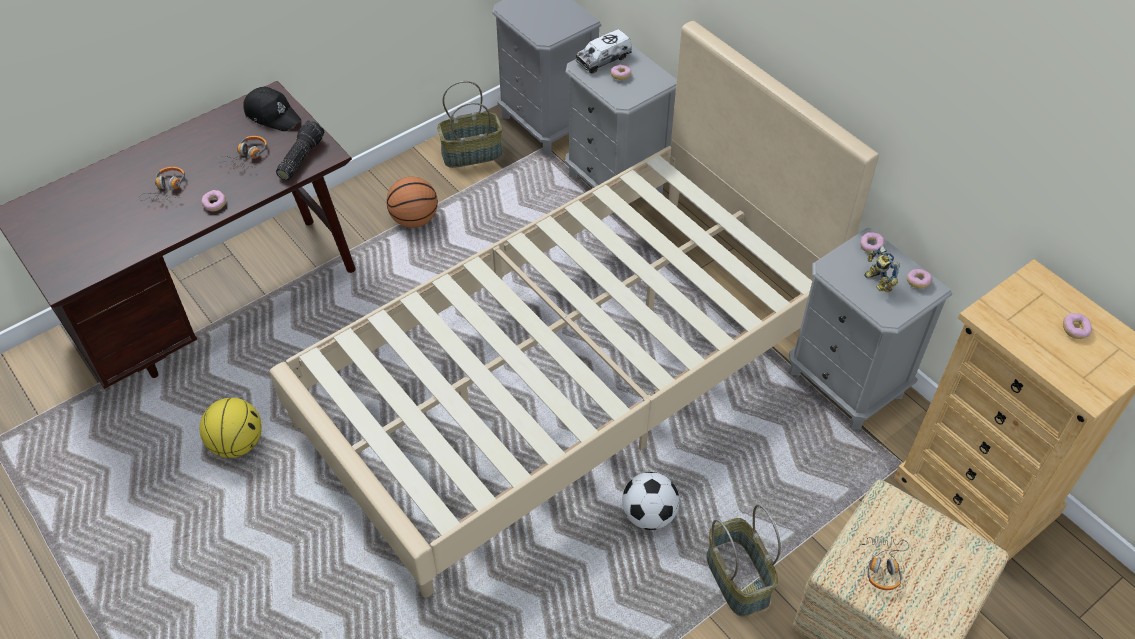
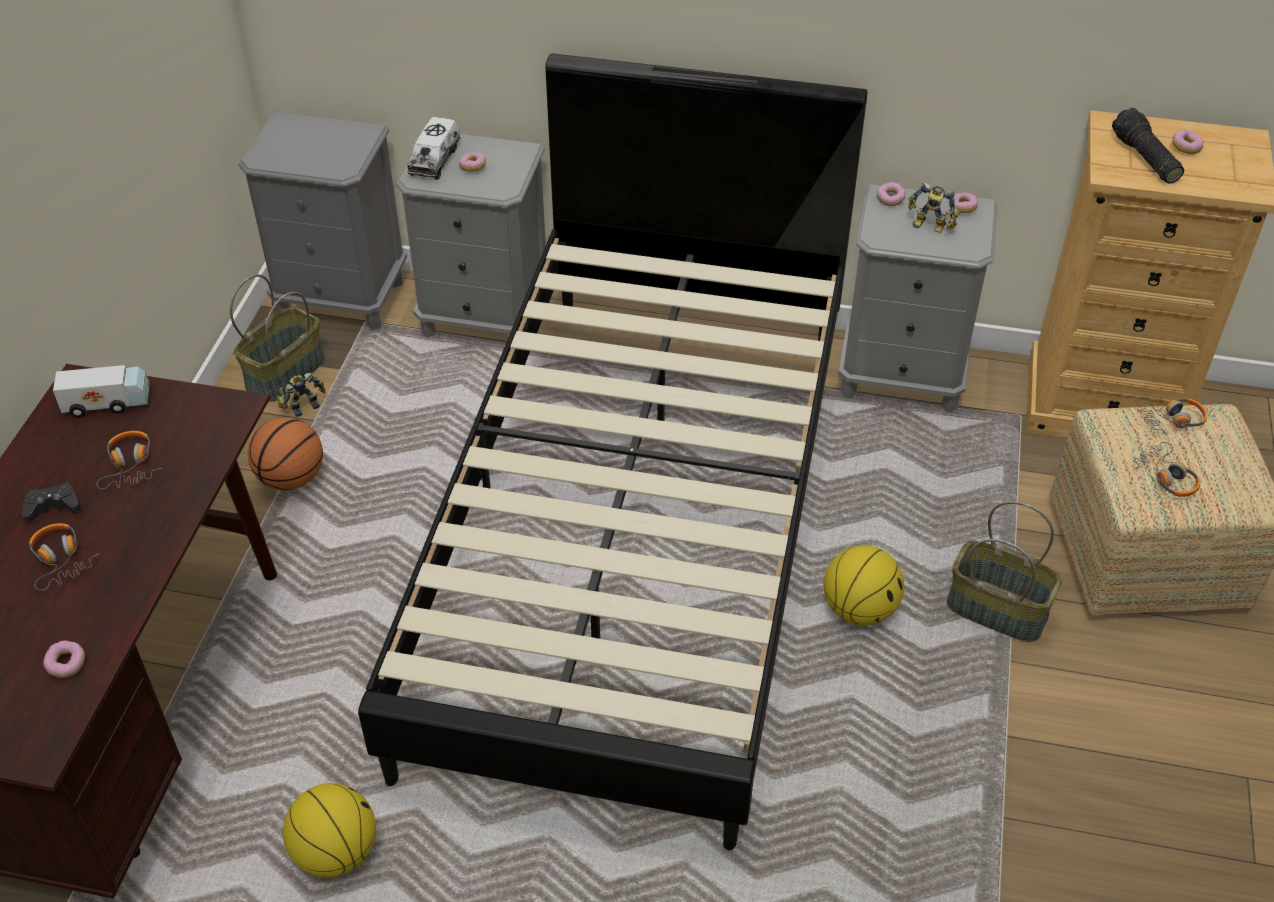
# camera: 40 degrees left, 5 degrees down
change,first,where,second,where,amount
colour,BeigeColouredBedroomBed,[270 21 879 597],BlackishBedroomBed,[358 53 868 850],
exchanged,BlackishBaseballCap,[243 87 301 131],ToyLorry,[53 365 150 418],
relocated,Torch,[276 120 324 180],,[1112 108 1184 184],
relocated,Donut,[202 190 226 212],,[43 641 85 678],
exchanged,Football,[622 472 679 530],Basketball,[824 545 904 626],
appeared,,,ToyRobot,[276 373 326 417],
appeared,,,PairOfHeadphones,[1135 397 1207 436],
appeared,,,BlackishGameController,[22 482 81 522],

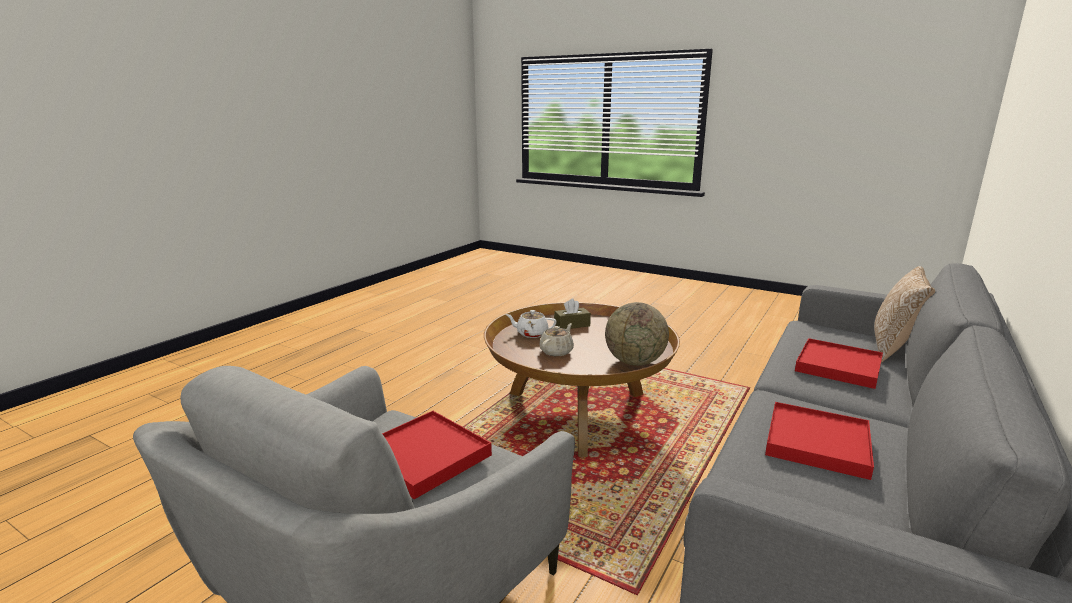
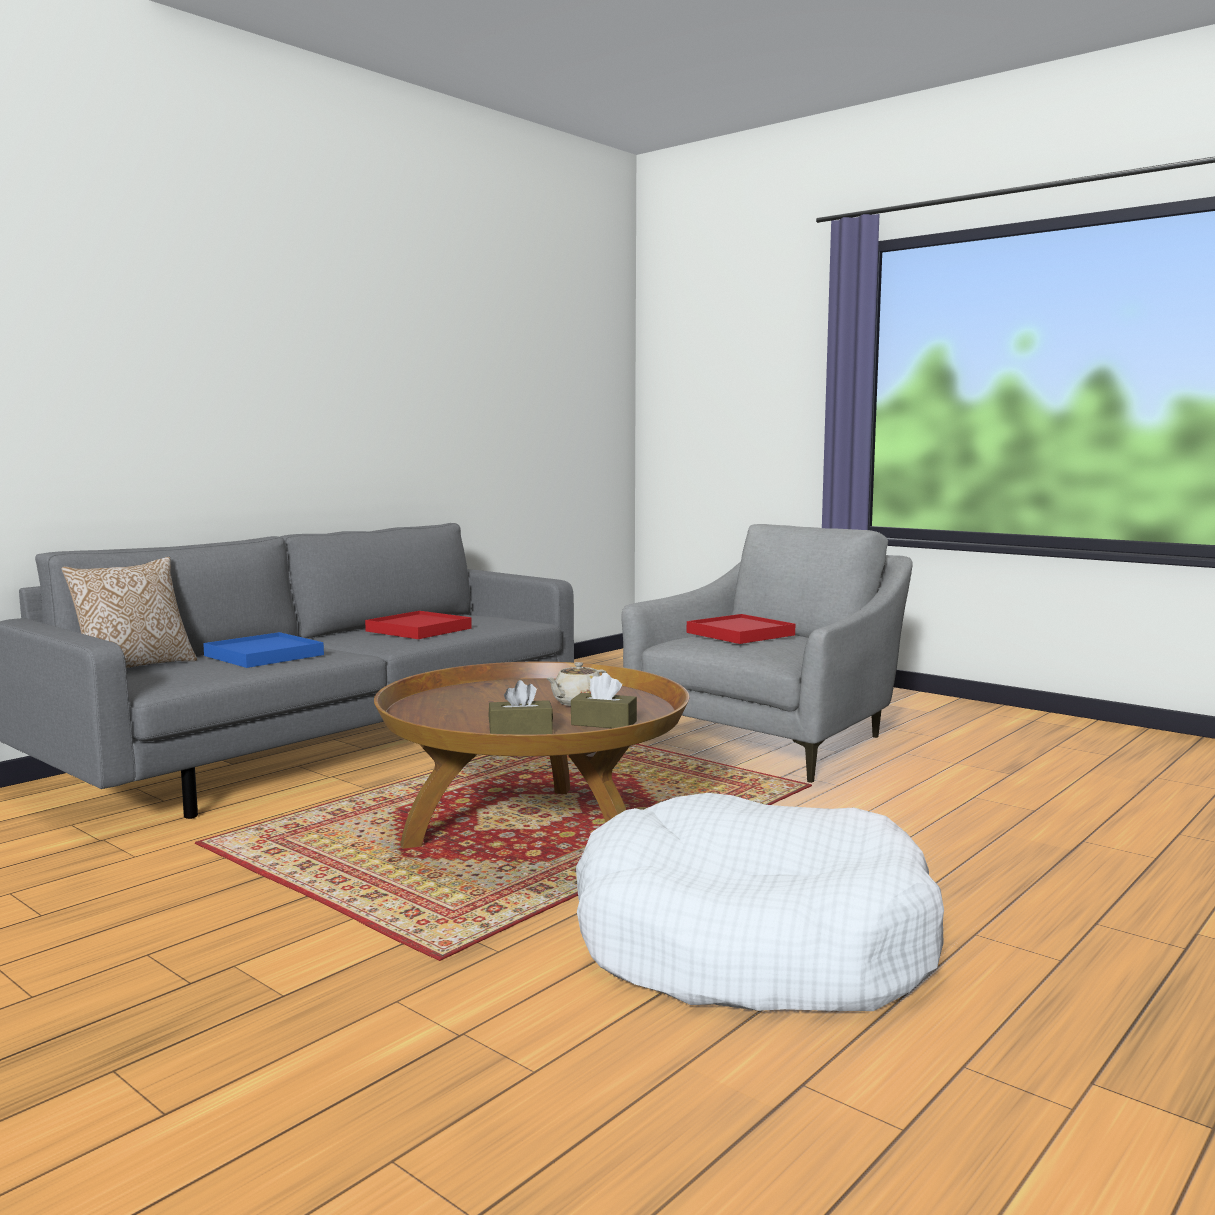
# camera: 170 degrees left, 10 degrees down
change,first,where,second,where,amount
missing,Globe,[605 302 669 366],,,
exchanged,WhitishTeapot,[505 310 557 338],BrownColouredTissueHolder,[571 673 637 728],
colour,ReddishServingTray,[795 338 883 389],BluishServingTray,[203 632 324 668],
appeared,,,WhitishDogCushion,[576 793 944 1011],

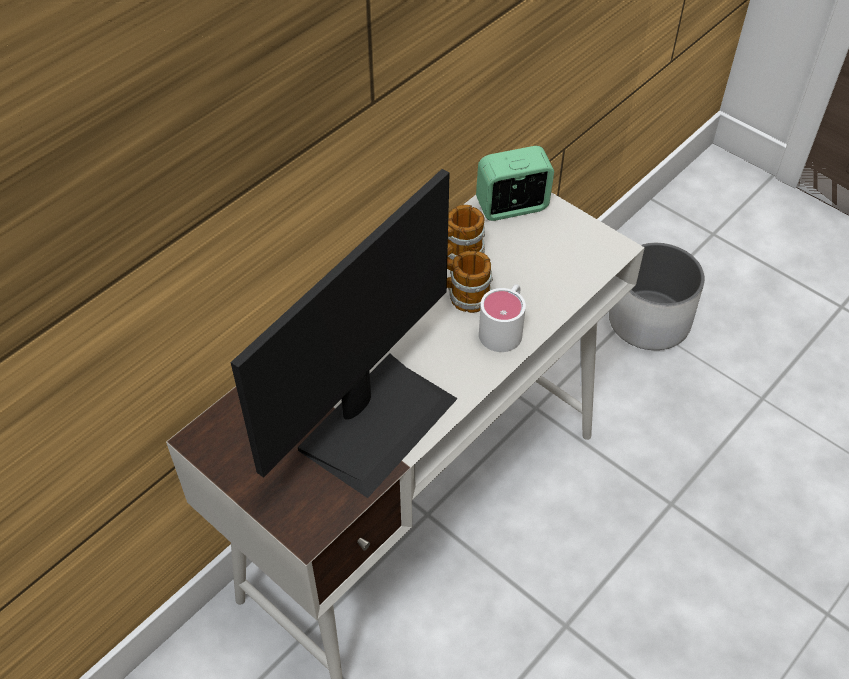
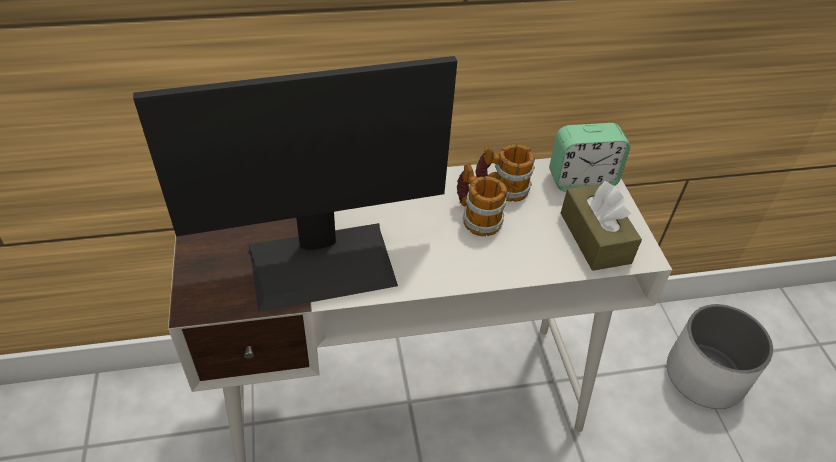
# camera: 35 degrees right, 5 degrees down
change,first,where,second,where,amount
spun,BedsideClock,[476 146 554 221],,[549 123 631 191],150 degrees clockwise
missing,WhitishMug,[479 284 526 352],,,
appeared,,,BrownColouredTissueHolder,[561 180 642 271],

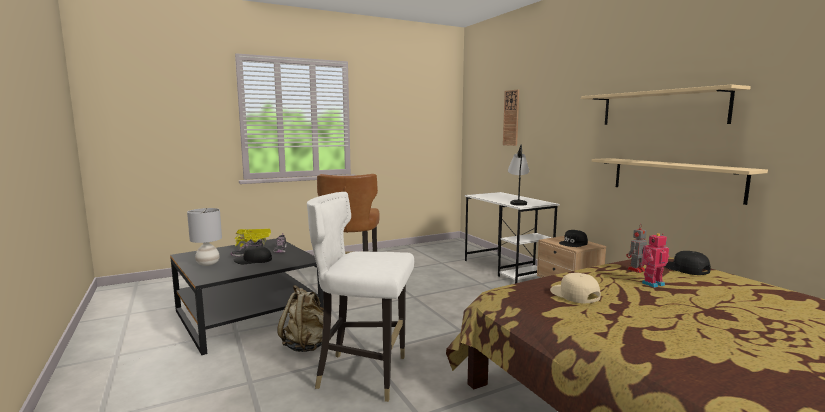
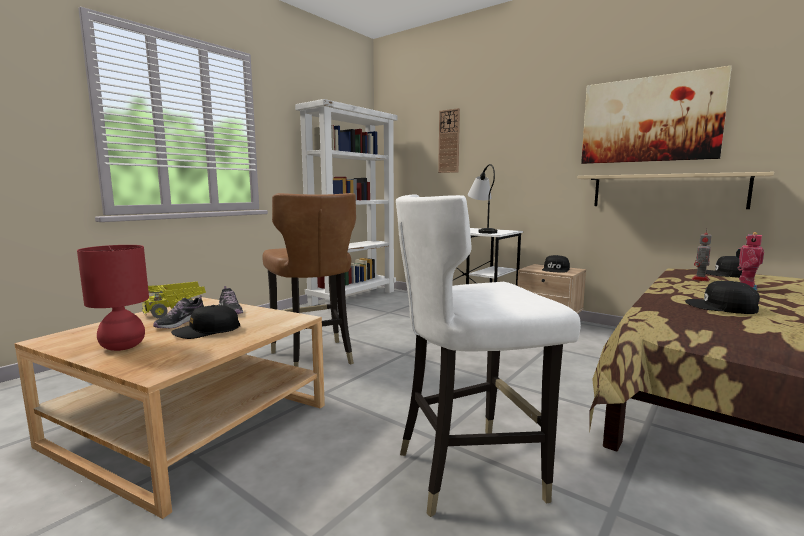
# camera: 25 degrees left, 0 degrees up
change,first,where,second,where,amount
exchanged,BeigeColouredShelf,[581 85 751 125],Picture,[581 66 732 164],
colour,GreyishLampForATable,[187 208 222 266],ReddishLampForATable,[77 245 149 351],
colour,BlackishLoungeTable,[170 238 324 355],BeigeColouredLoungeTable,[14 297 325 519],
colour,BeigeColouredBaseballCap,[550 273 601 304],BlackishBaseballCap,[685 281 760 314],
missing,BeigeColouredKnapsack,[277 285 324 352],,,
appeared,,,WhitishBookcase,[295 99 397 310],

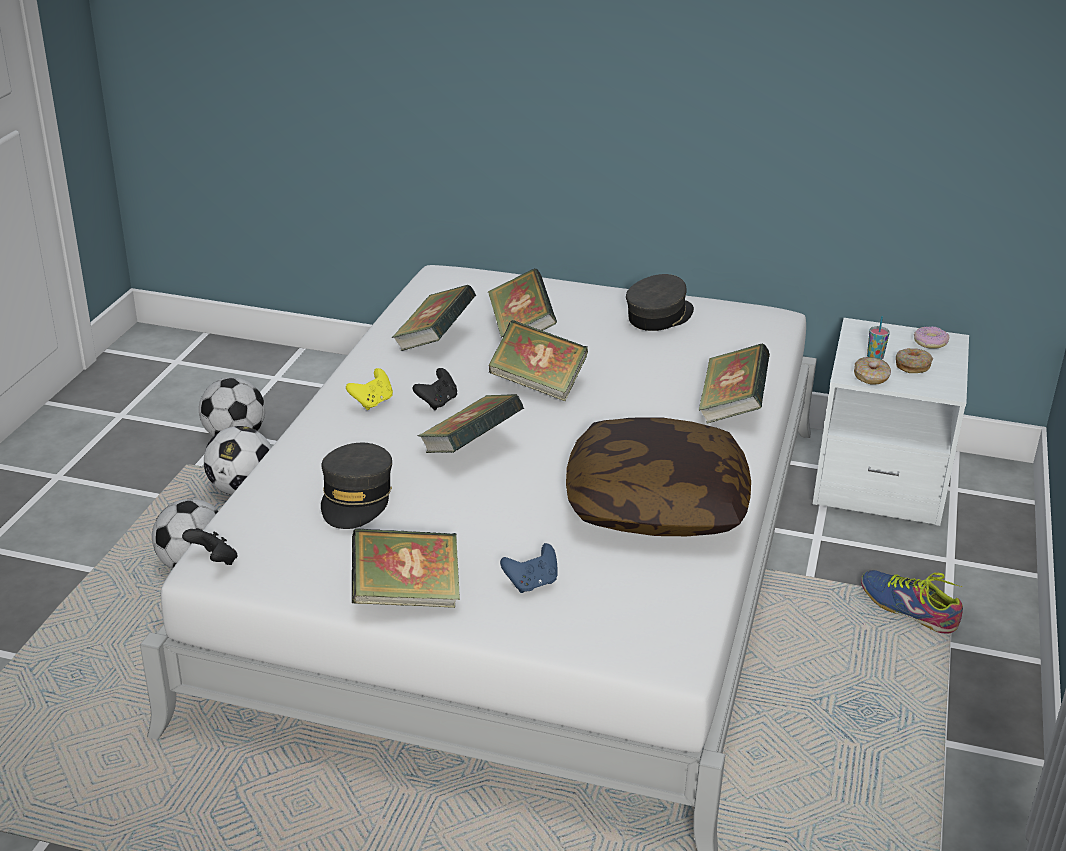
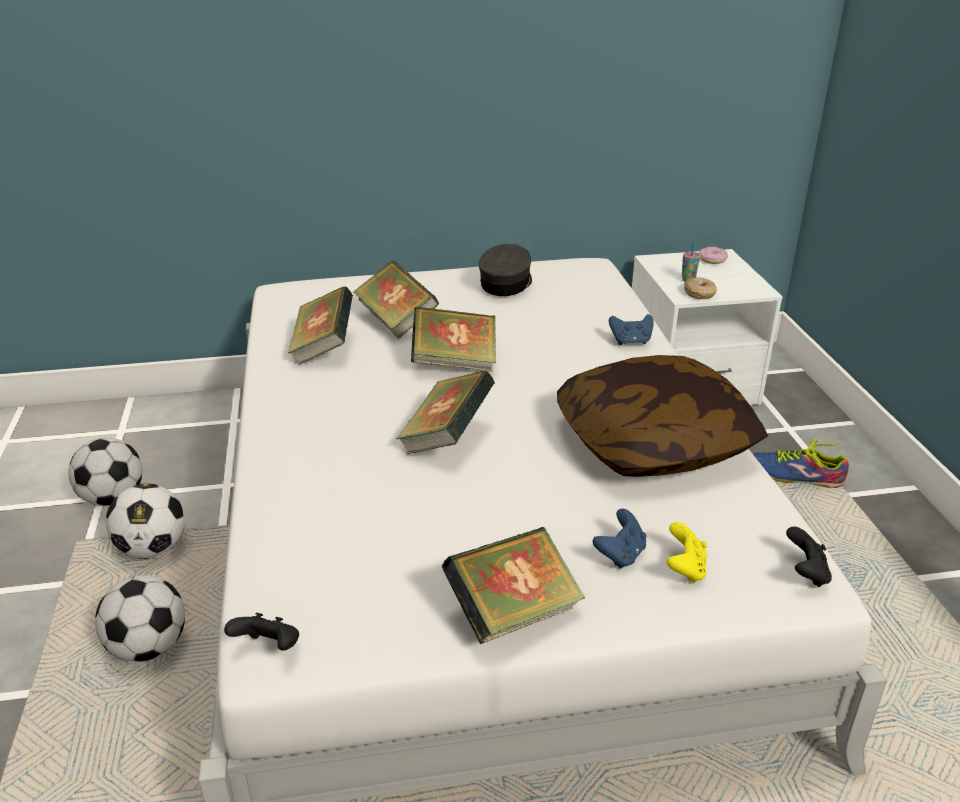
# camera: 25 degrees left, 0 degrees up
change,first,where,second,where,amount
exchanged,BoundBook,[698 344 770 424],BluishGameController,[609 314 653 345],
missing,Donut,[896 348 933 373],,,
relocated,YellowGameController,[346 368 393 410],,[666 522 707 583],
relocated,BlackishGameController,[412 368 457 410],,[786 527 832 587],
missing,GreyishBaseballCap,[321 443 392 529],,,

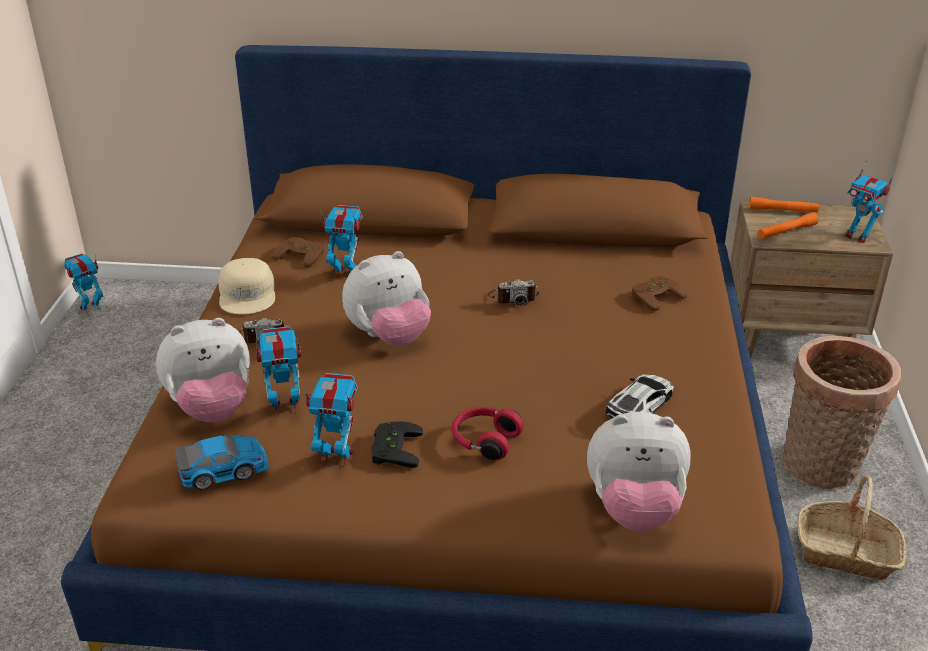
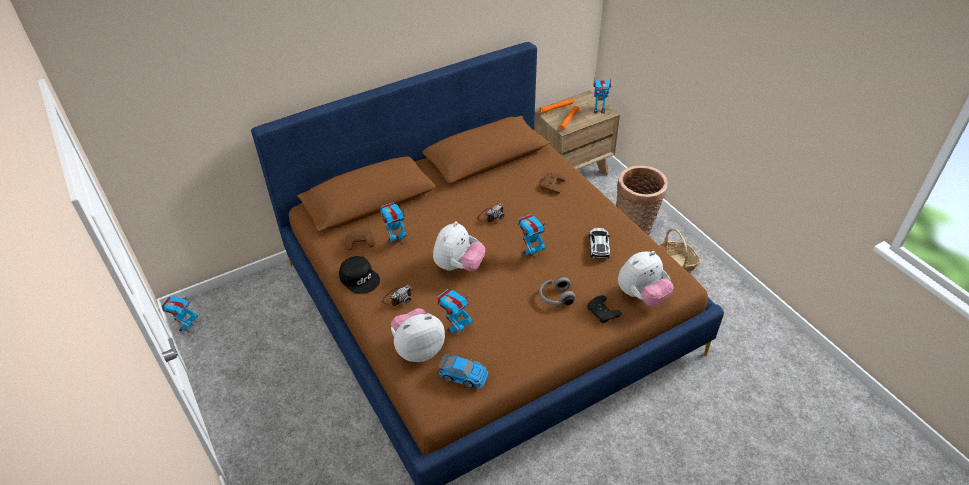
# camera: 35 degrees left, 10 degrees up
change,first,where,second,where,amount
colour,BeigeColouredBaseballCap,[218 258 275 314],BlackishBaseballCap,[339 256 380 294],
spun,CuddlyToy,[156 318 250 423],,[391 308 445 362],150 degrees counterclockwise
relocated,ToyRobot,[303 373 358 467],,[518 214 547 258],
colour,ReddishPairOfHeadphones,[452 407 524 460],GreyishPairOfHeadphones,[539 277 575 305],
relocated,BlackishGameController,[371 422 423 468],,[587 295 622 323],
spun,ModelCar,[175 435 269 490],,[438 354 488 388],75 degrees clockwise

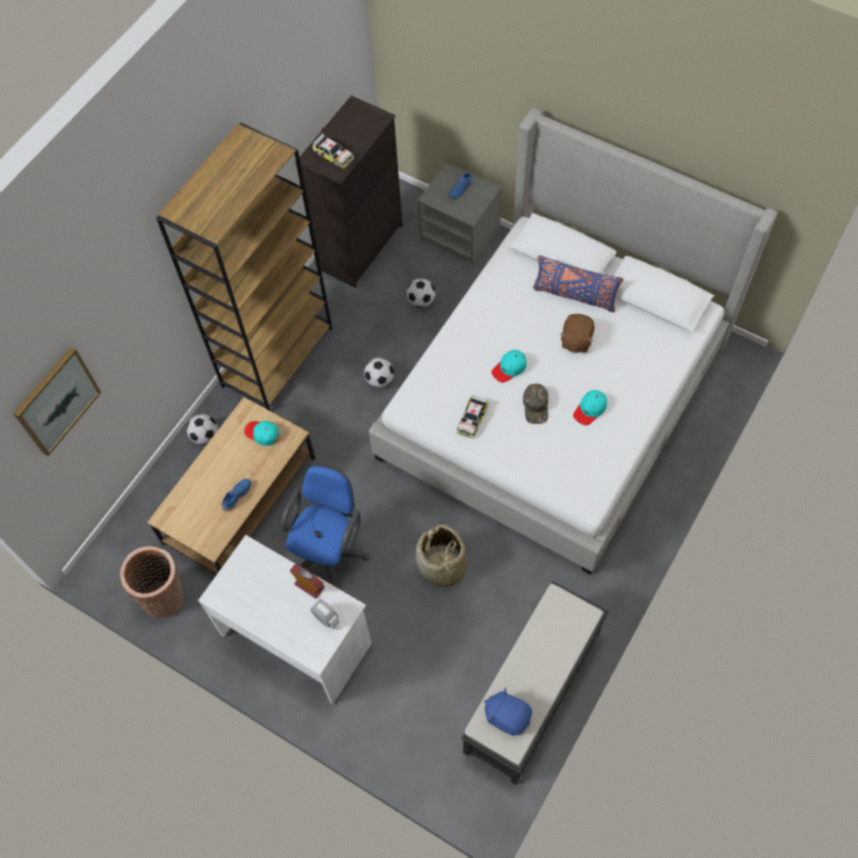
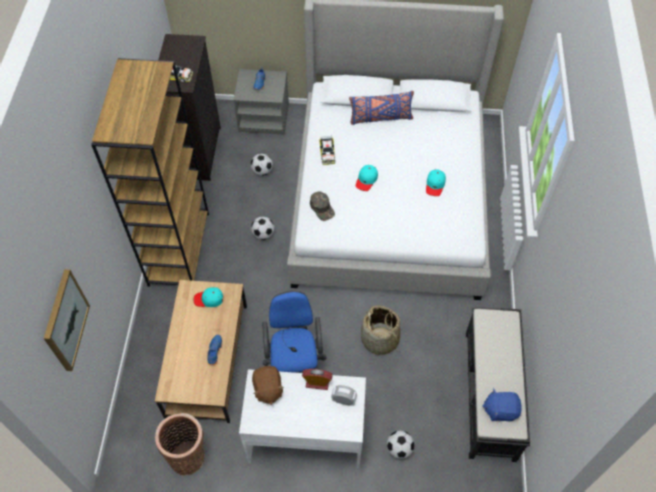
# camera: 30 degrees left, 5 degrees down
change,first,where,second,where,amount
relocated,BrownColouredCuddlyToy,[560 314 595 353],,[252 366 284 405],
relocated,GreenColouredBaseballCap,[523 384 548 424],,[310 191 335 221],
relocated,ModelCar,[457 394 489 439],,[319 136 335 165],
relocated,Football,[187 414 218 445],,[387 430 415 459],

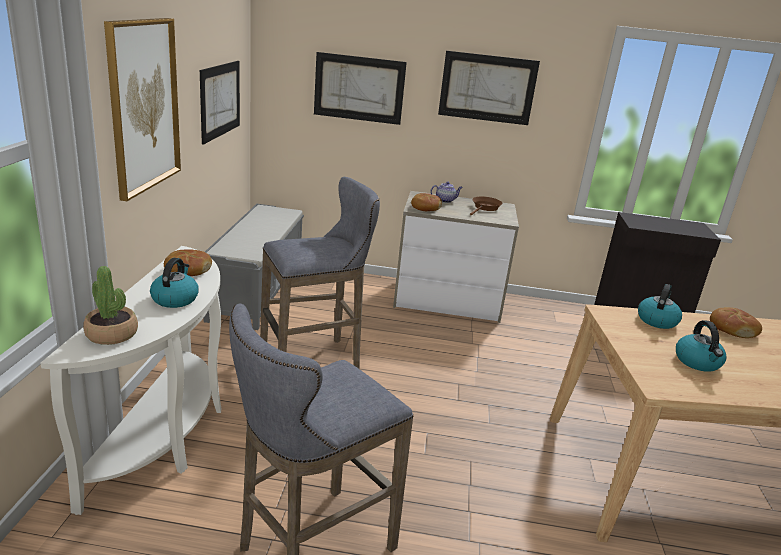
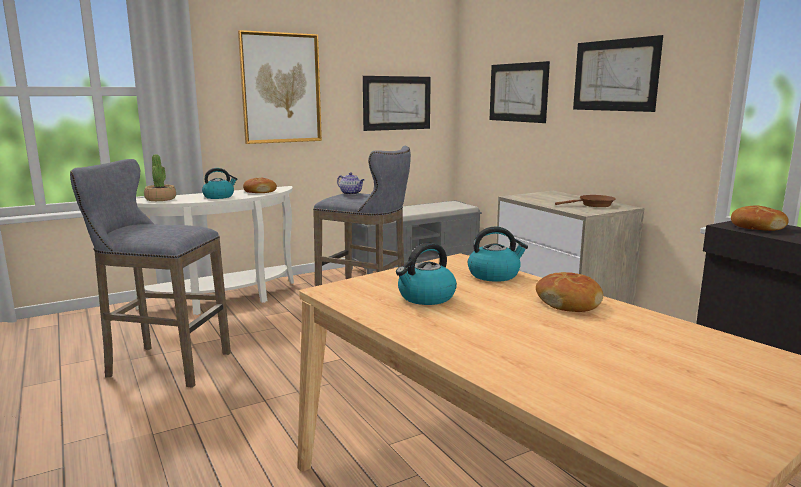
# camera: 55 degrees right, 10 degrees down
change,first,where,second,where,amount
relocated,Teapot,[430 182 463 203],,[337 172 365 195],
relocated,Bread,[411 193 442 211],,[731 205 789 231],

